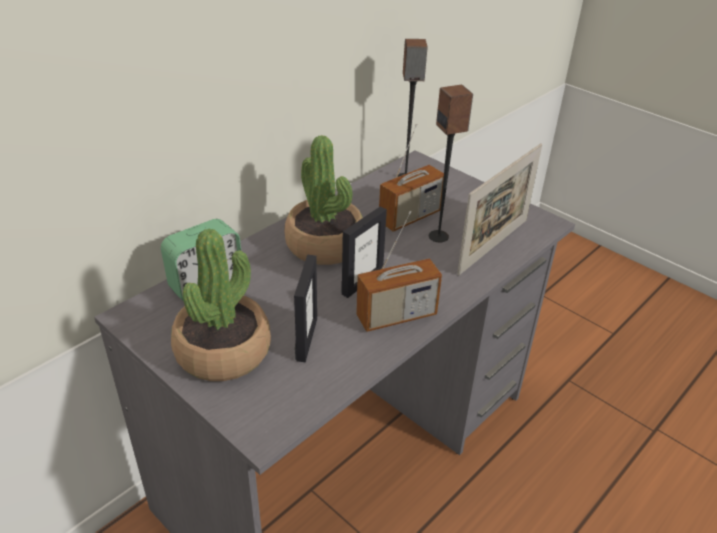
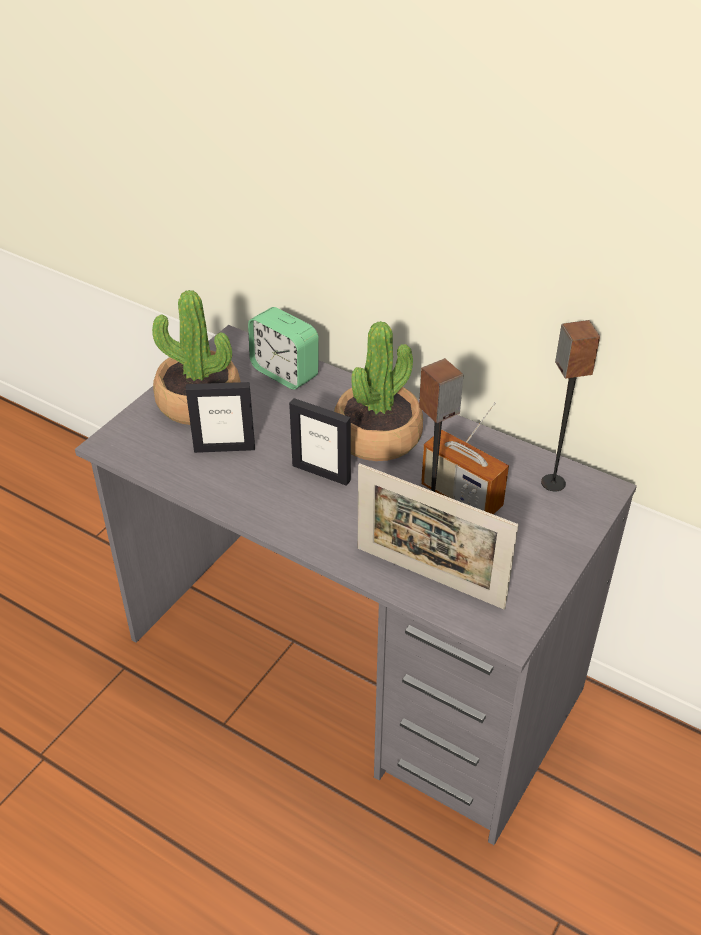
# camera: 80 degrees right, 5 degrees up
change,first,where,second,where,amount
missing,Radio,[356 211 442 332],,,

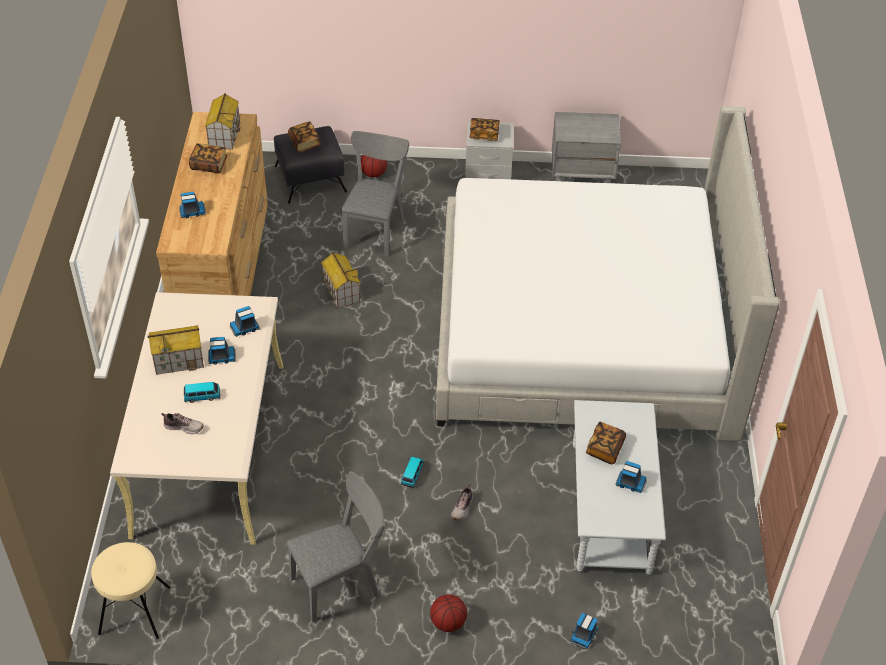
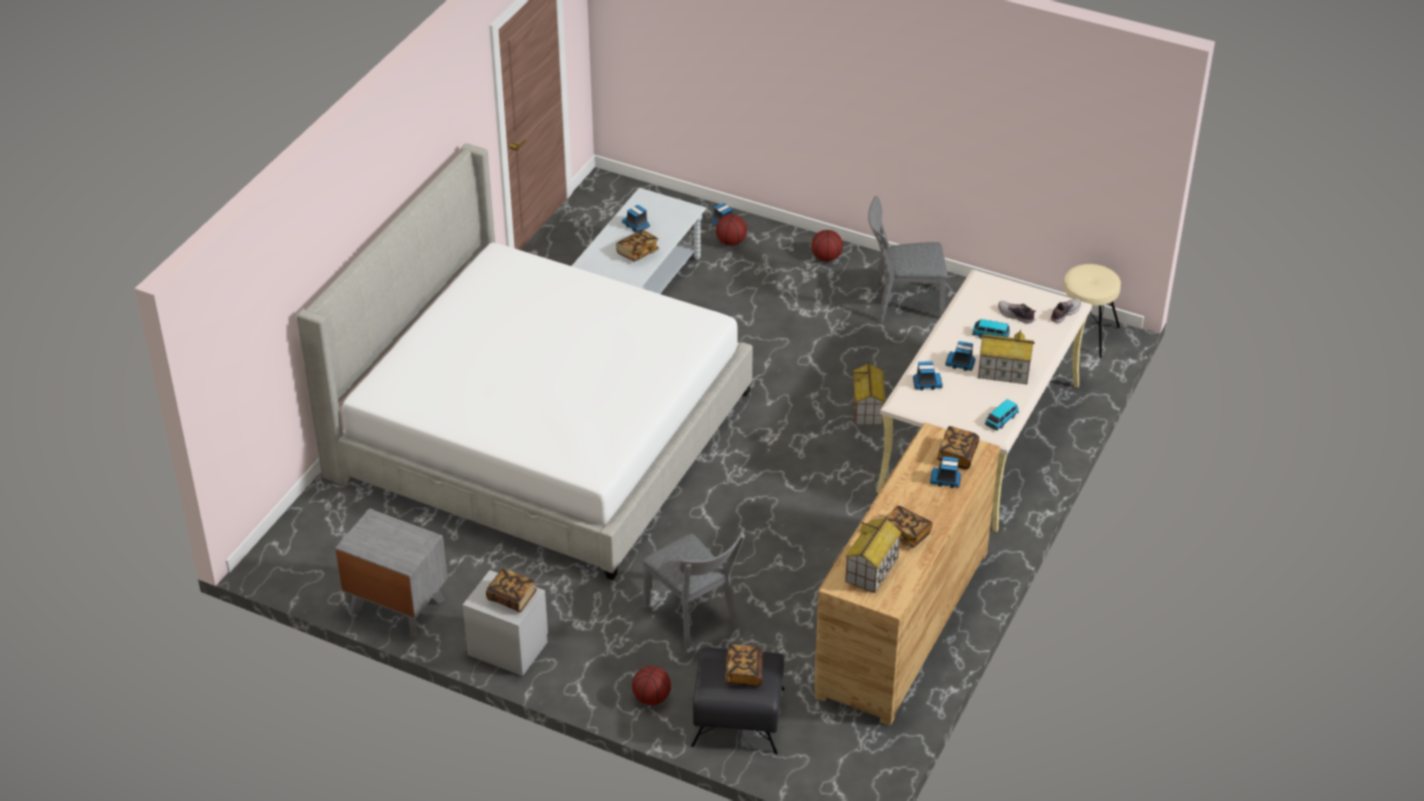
# camera: 155 degrees left, 5 degrees down
change,first,where,second,where,amount
spun,GreyishChair,[341 131 409 257],,[642 528 745 649],75 degrees counterclockwise
relocated,MiniatureHouse,[321 252 360 308],,[853 362 885 425],
relocated,ModelCar,[401 456 424 488],,[985 399 1019 431],
relocated,LowShoe,[451 484 473 521],,[1051 298 1081 323],
appeared,,,Basketball,[716 214 747 246],
appeared,,,BoundBook,[937 426 979 469],

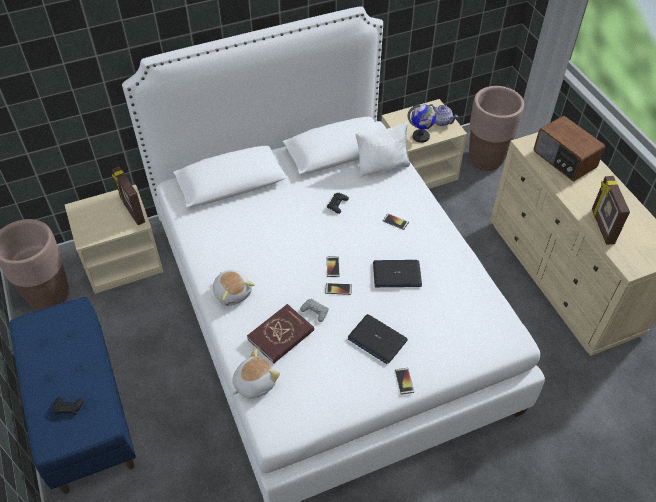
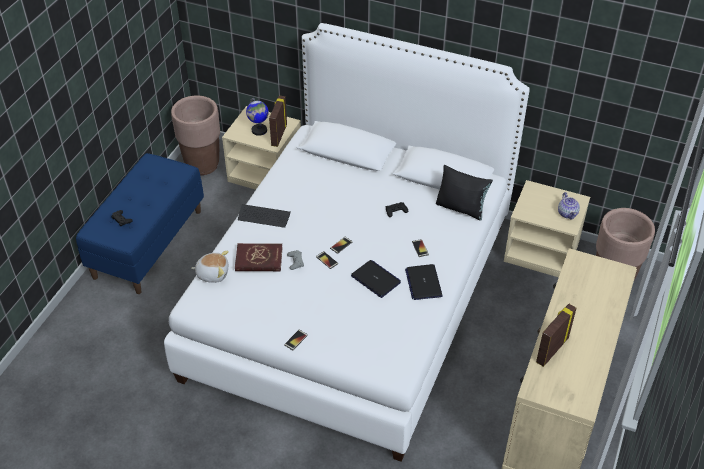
# camera: 45 degrees right, 5 degrees down
change,first,where,second,where,amount
relocated,Globe,[408 104 436 143],,[246 98 269 136],
missing,Radio,[534 116 605 181],,,
colour,WhitishPillow,[356 121 410 177],BlackishPillow,[436 165 493 221],
exchanged,CuddlyToy,[213 270 255 306],Keyboard,[238 204 291 228],
relocated,NotebookComputer,[348 314 408 364],,[405 264 443 300],

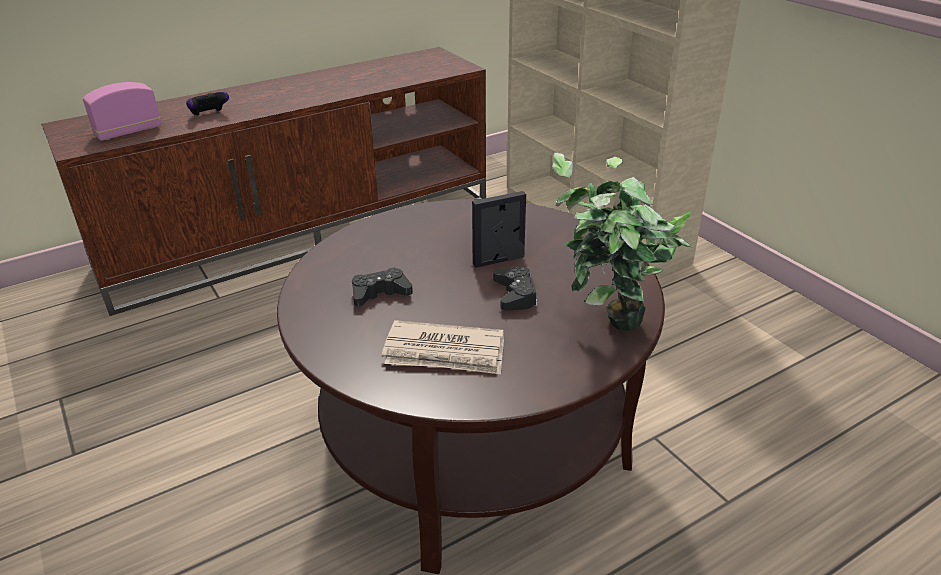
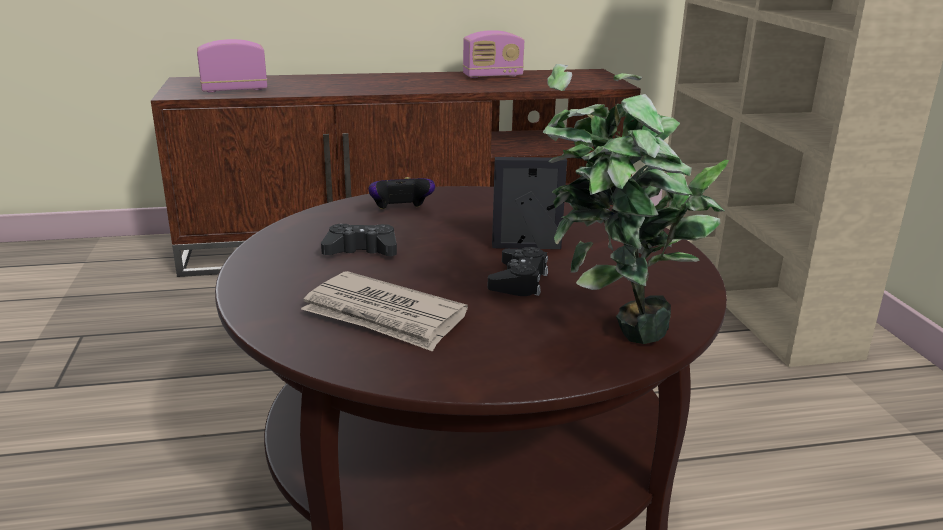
# camera: 20 degrees right, 10 degrees down
change,first,where,second,where,amount
relocated,GameController,[186 92 229 116],,[368 177 435 210],
appeared,,,Radio,[463 30 524 78],

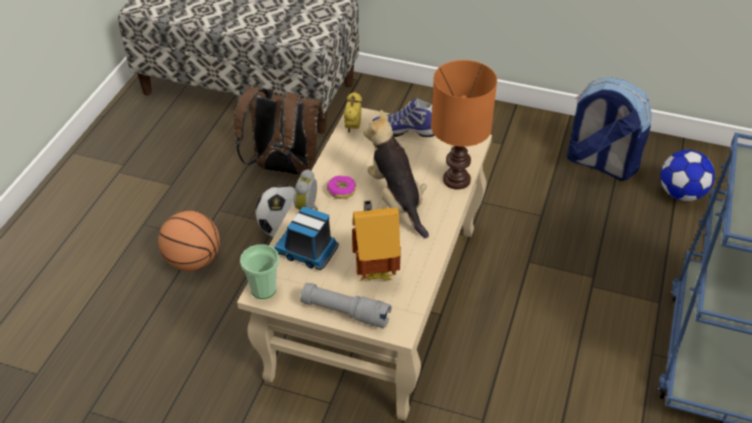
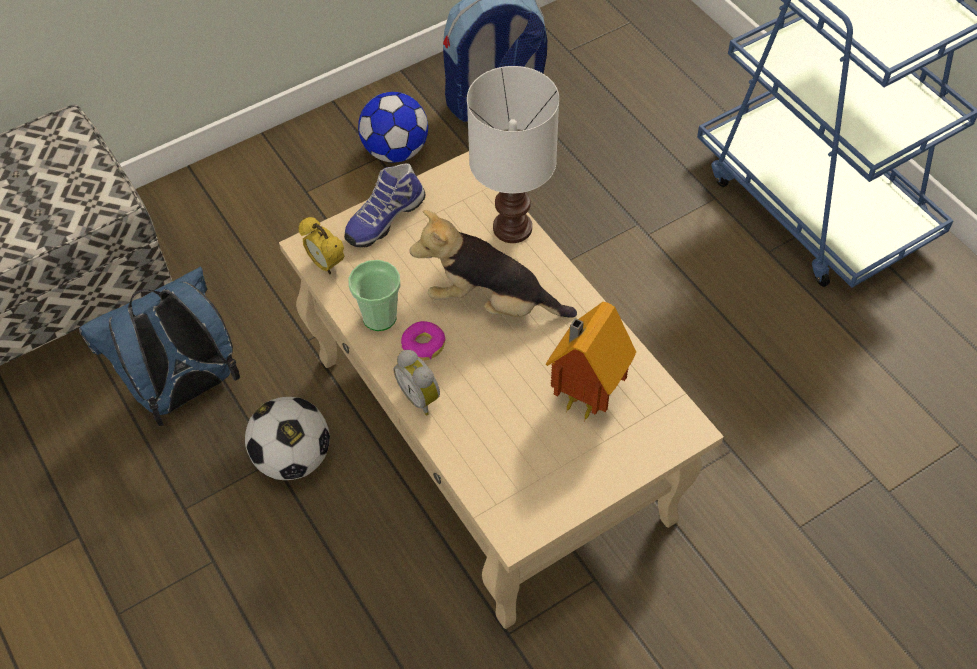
# camera: 50 degrees left, 10 degrees up
change,first,where,second,where,amount
colour,OrangeColouredLampForATable,[431 60 497 189],WhitishLampForATable,[467 66 559 243],
colour,BrownColouredKnapsack,[234 86 324 175],BluishKnapsack,[79 267 240 426],
relocated,Football,[660 150 715 201],,[358 92 428 162],
missing,ToyLorry,[274 207 339 270],,,
missing,Basketball,[158 211 220 271],,,
relocated,Cup,[240 244 279 299],,[348 260 401 331],
missing,GreyishTorch,[300 283 392 328],,,

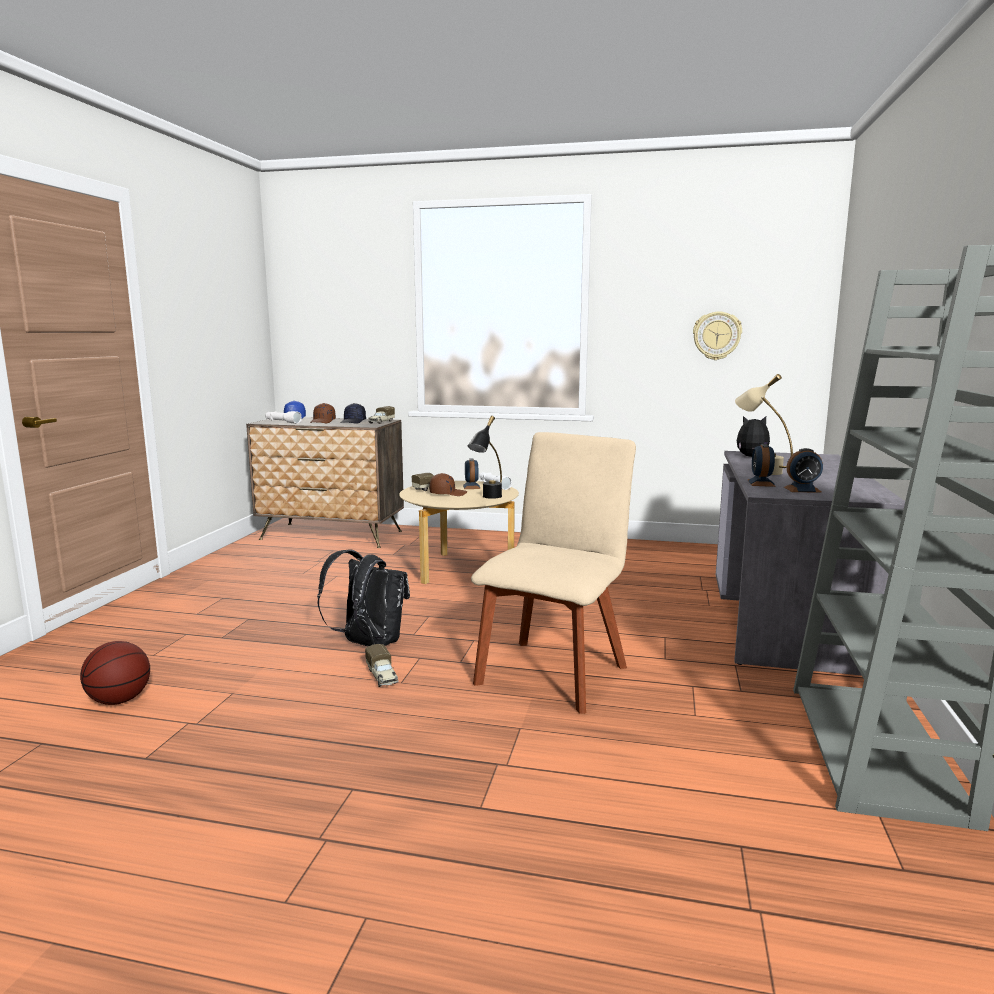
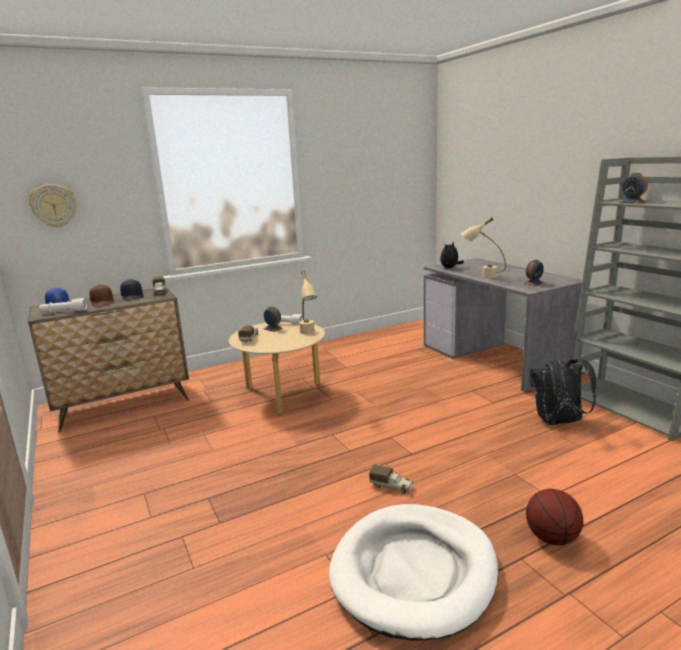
# camera: 40 degrees left, 5 degrees up
change,first,where,second,where,amount
relocated,ClockOnTheWall,[693 312 742 360],,[29 184 76 227],
colour,BlackishLampForATable,[468 416 502 499],BeigeColouredLampForATable,[299 270 317 334],
missing,BeigeColouredChair,[471 432 636 714],,,
relocated,BedsideClock,[748 444 776 487],,[619 173 648 204],
missing,BrownColouredBaseballCap,[429 473 467 496],,,
relocated,BlackishKnapsack,[317 550 410 646],,[529 358 596 425],
relocated,Basketball,[80 641 150 705],,[526 489 583 545],
appeared,,,WhitishDogCushion,[329 504 498 641],

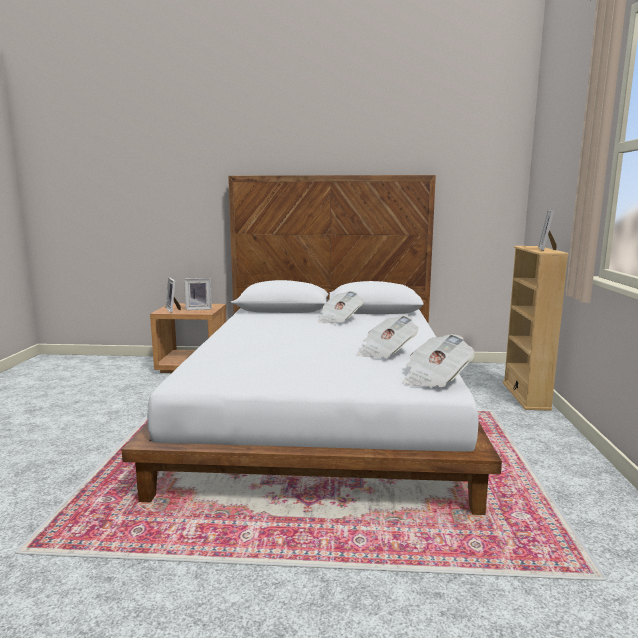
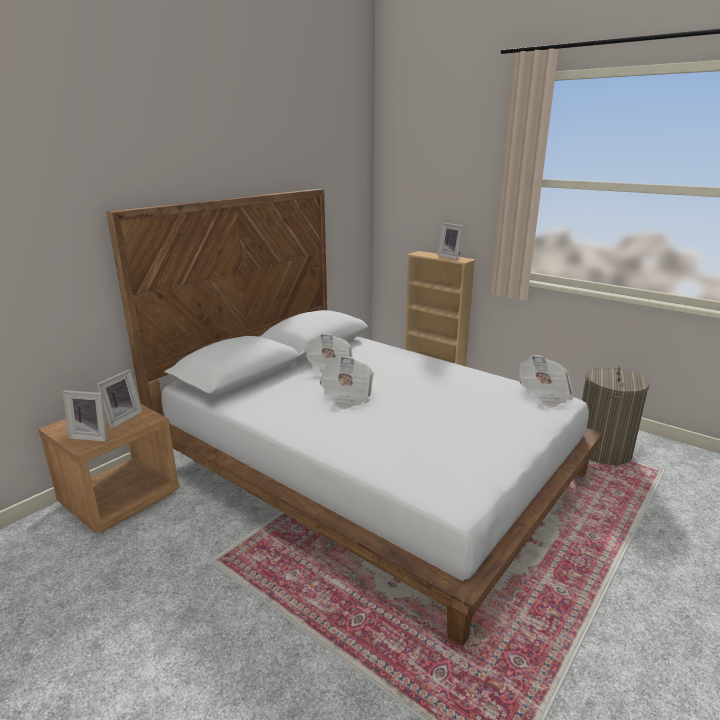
# camera: 55 degrees left, 10 degrees up
change,first,where,second,where,amount
relocated,PrintedPaper,[357 316 418 358],,[320 356 374 410],
appeared,,,LaundryBasket,[582 365 649 465],

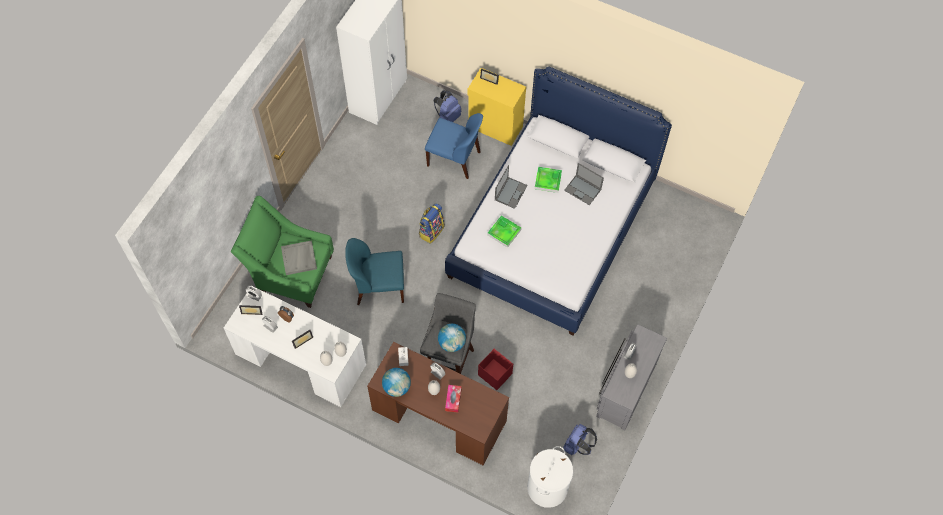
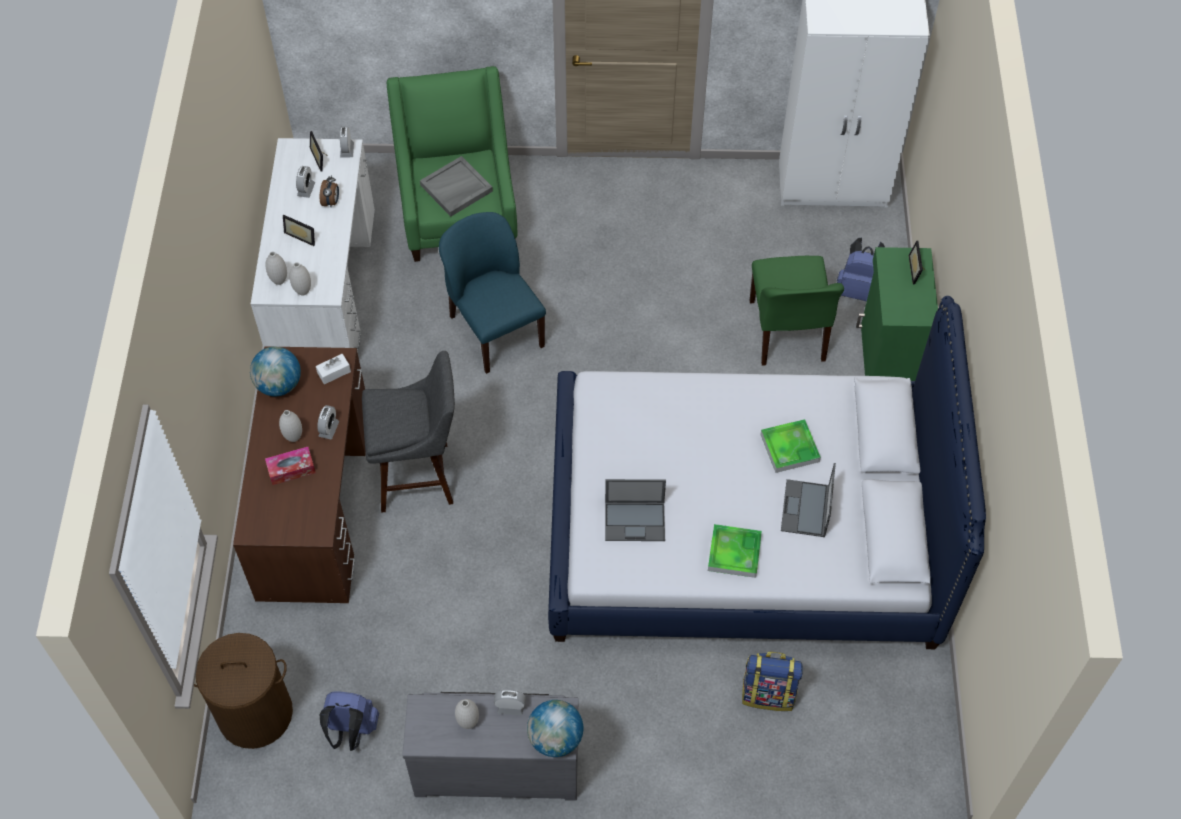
# camera: 65 degrees right, 5 degrees down
change,first,where,second,where,amount
colour,YellowCabinet,[467 68 526 146],GreenColouredCabinet,[856 247 938 381],
colour,BluishChair,[425 113 483 179],GreenColouredChair,[750 256 844 366],
relocated,NotebookComputer,[495 165 528 209],,[605 479 666 541],
relocated,Knapsack,[419 203 444 244],,[742 651 803 711],
relocated,ServingTray,[487 215 521 248],,[708 524 762 578],
relocated,Globe,[438 324 466 352],,[527 700 583 757],
missing,ReddishStorageBin,[478 349 513 390],,,
colour,WhitishLaundryBasket,[527 446 573 508],BrownColouredLaundryBasket,[194 633 293 749],

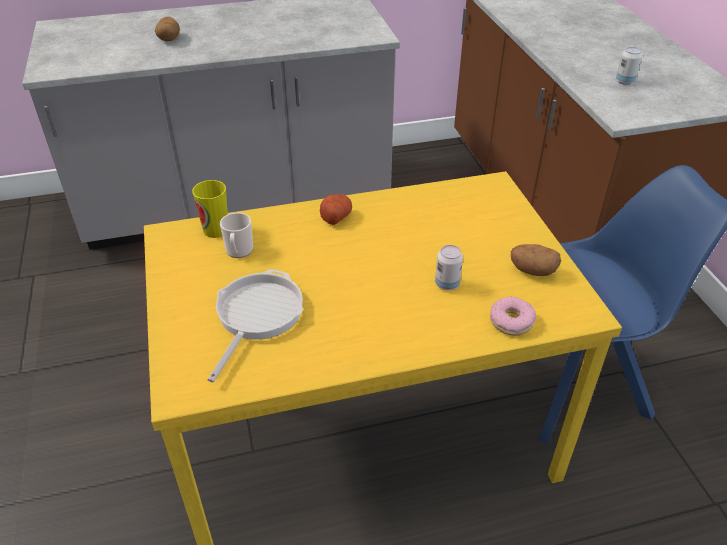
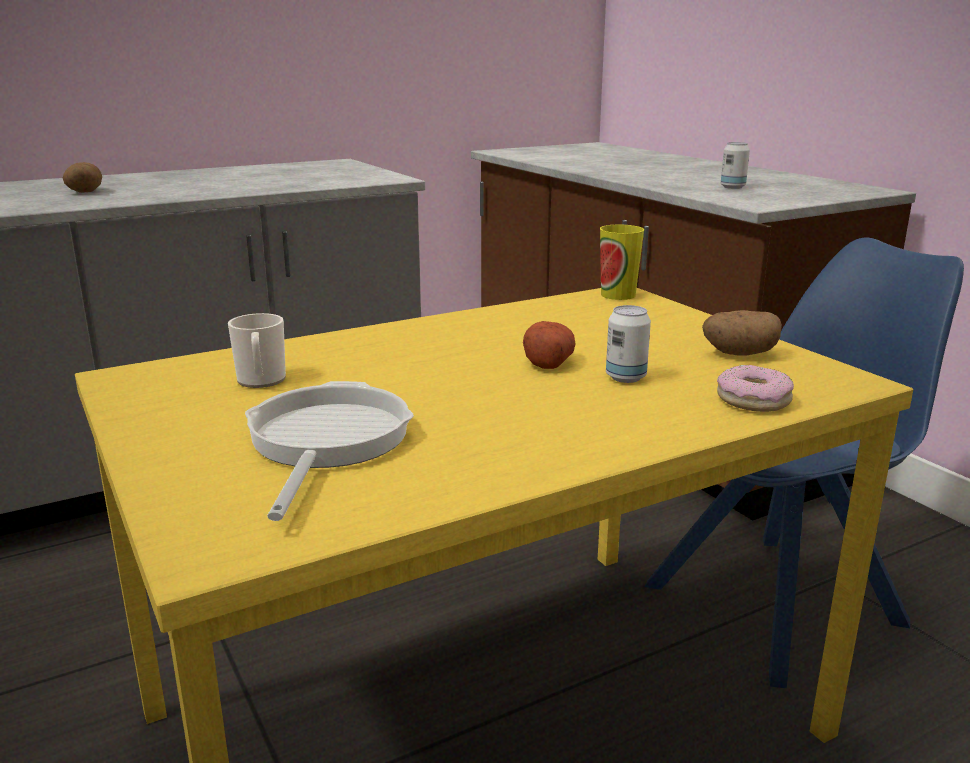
# camera: 15 degrees left, 20 degrees down
change,first,where,second,where,amount
relocated,Cup,[192 180 228 238],,[600 224 644 300],
relocated,Potato,[320 194 352 225],,[523 321 576 369],

